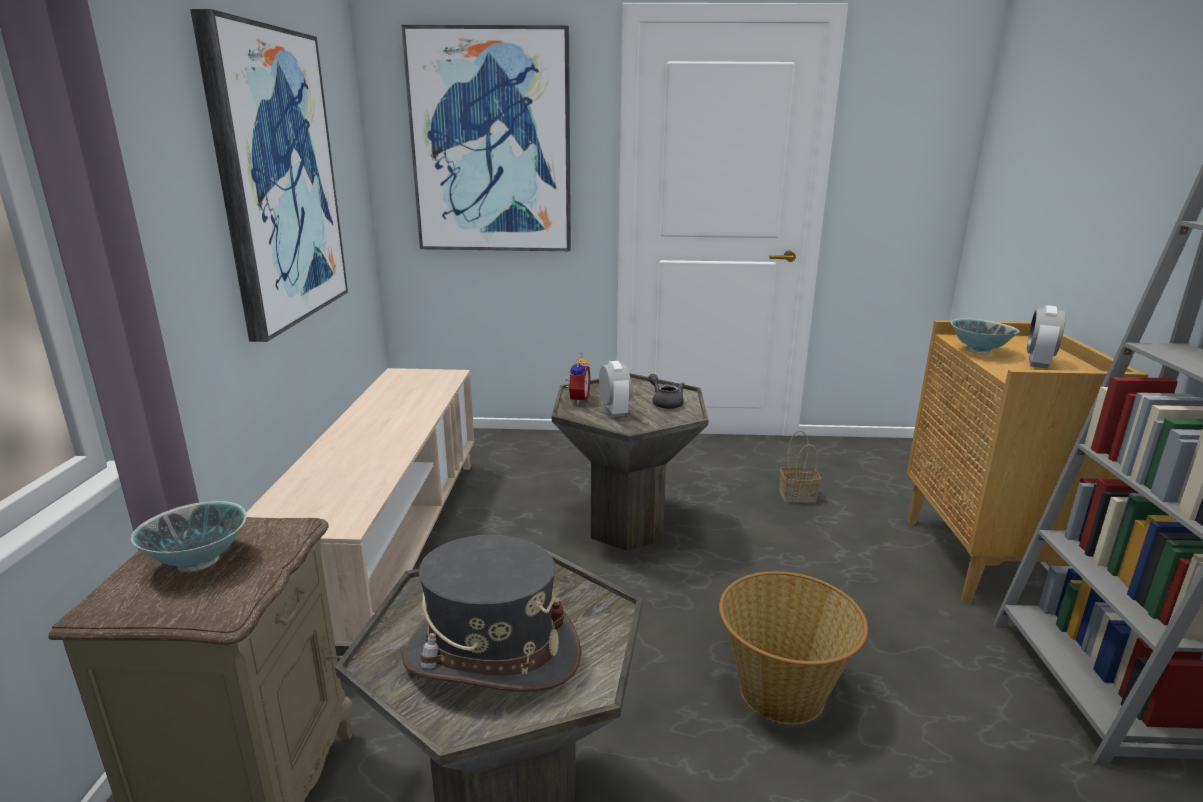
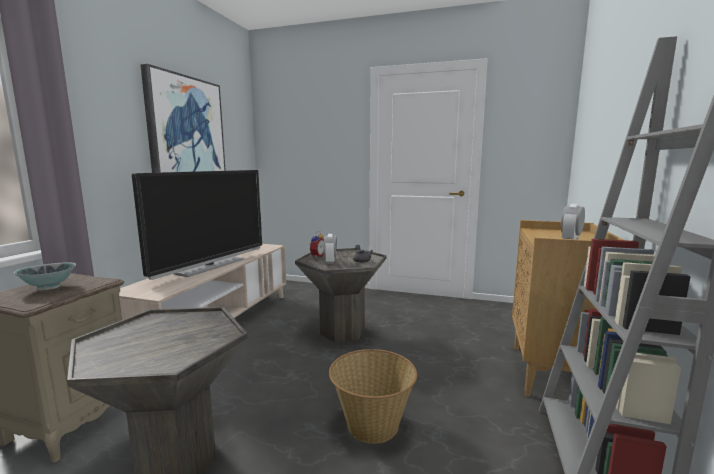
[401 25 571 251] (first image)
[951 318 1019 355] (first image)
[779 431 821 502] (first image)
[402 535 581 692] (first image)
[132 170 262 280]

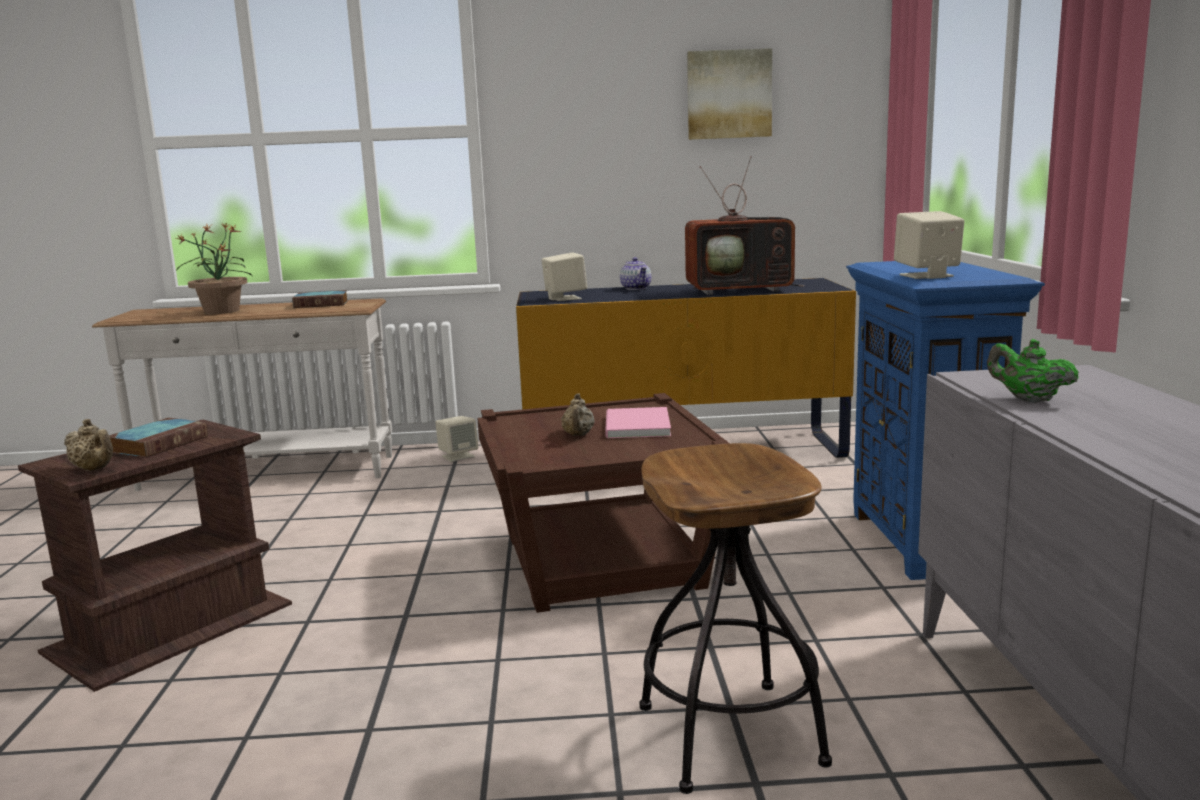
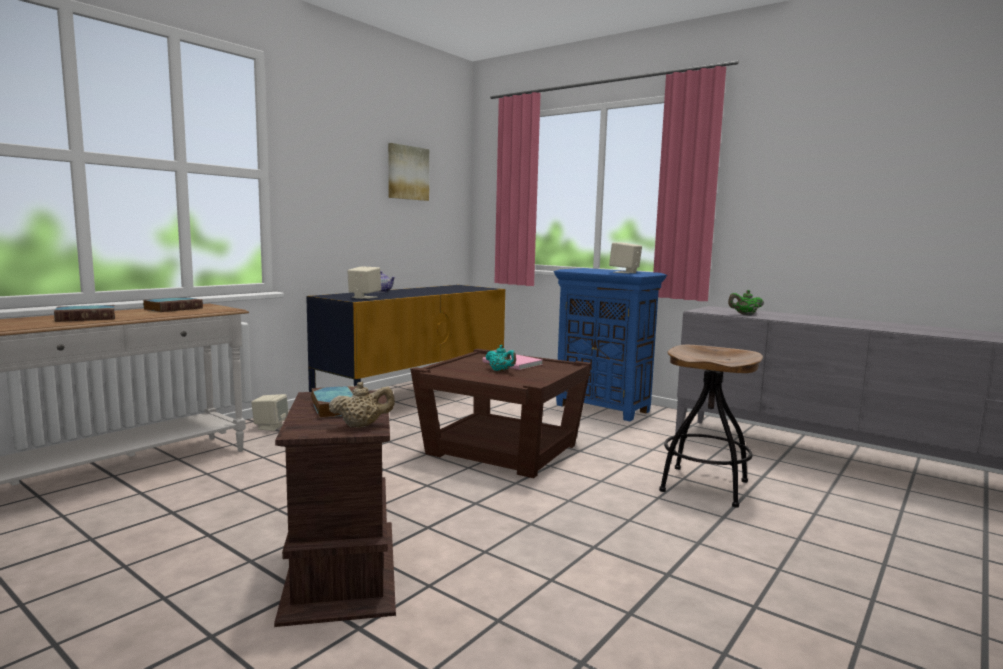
[685 156 804 295] (first image)
[54 305 115 322]
[486 345 516 371]

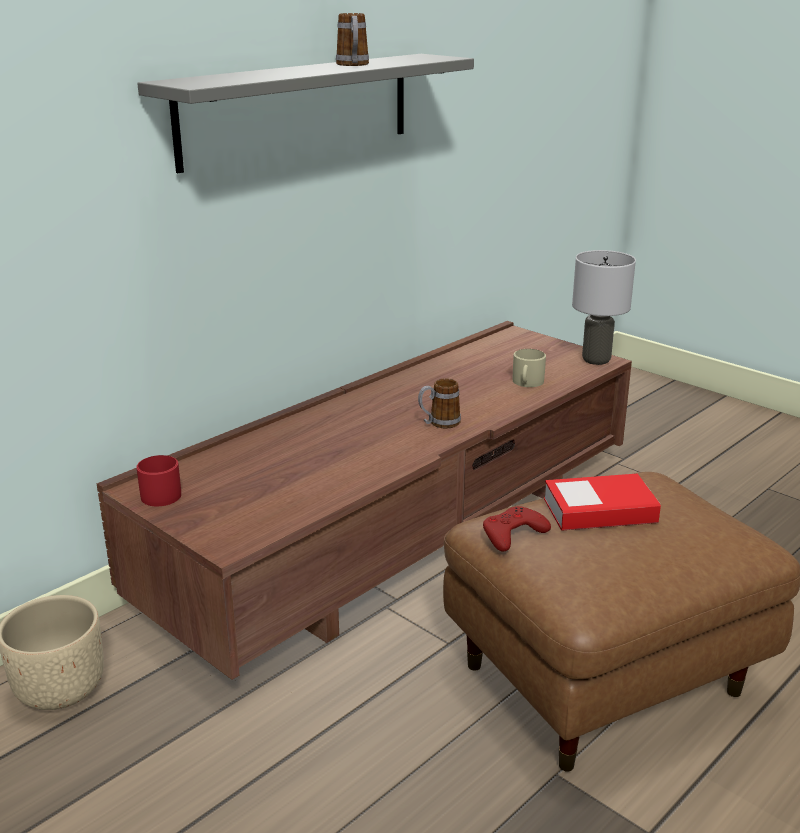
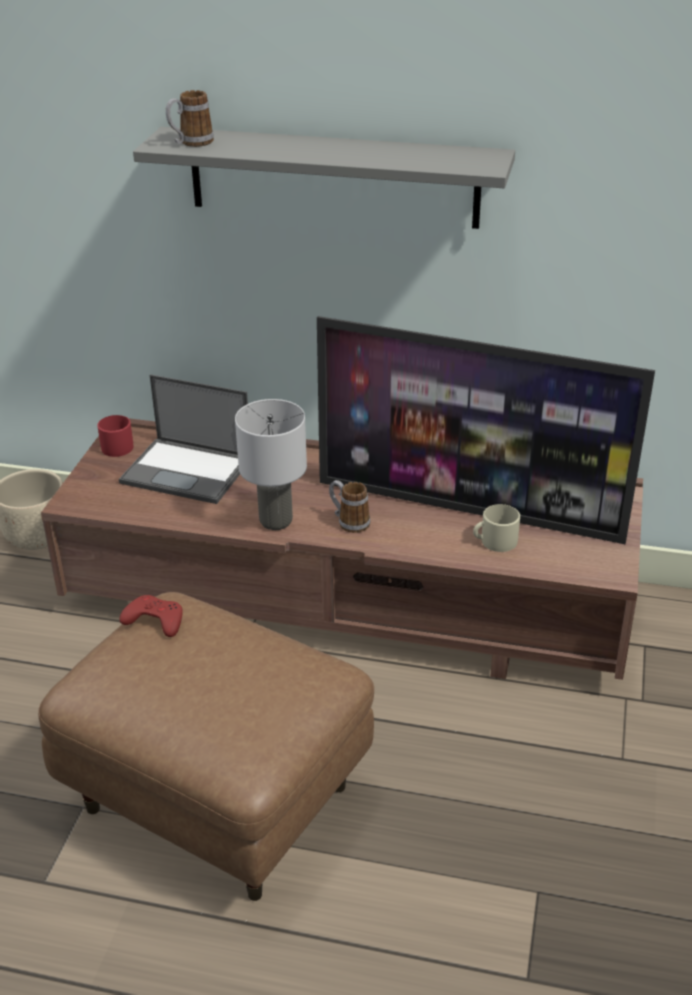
[166 90 214 147]
[235 399 307 530]
[544 474 661 531] (first image)
[317 316 655 544]
[119 374 248 504]

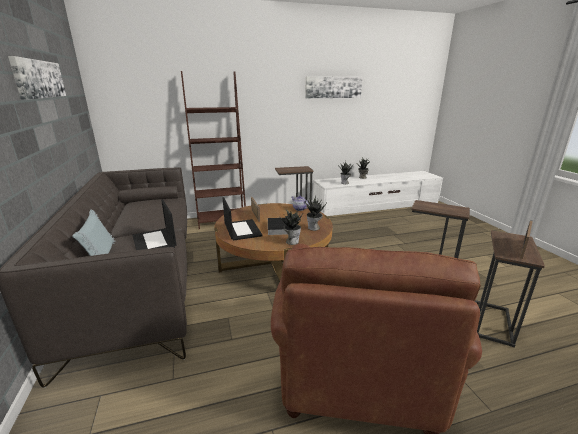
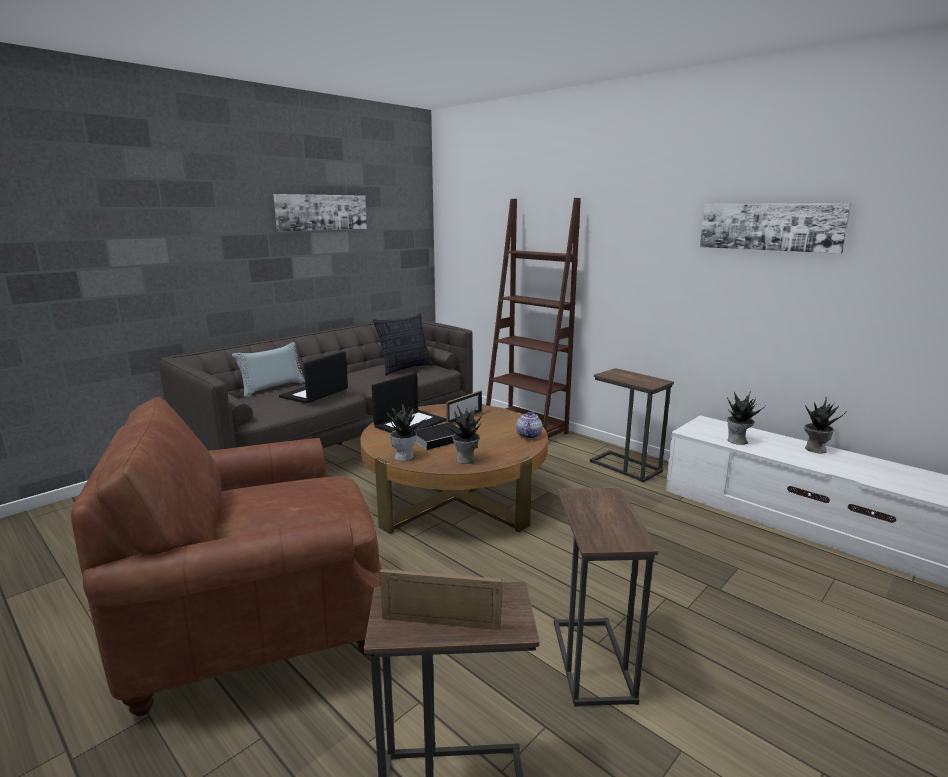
[373 313 433 376]

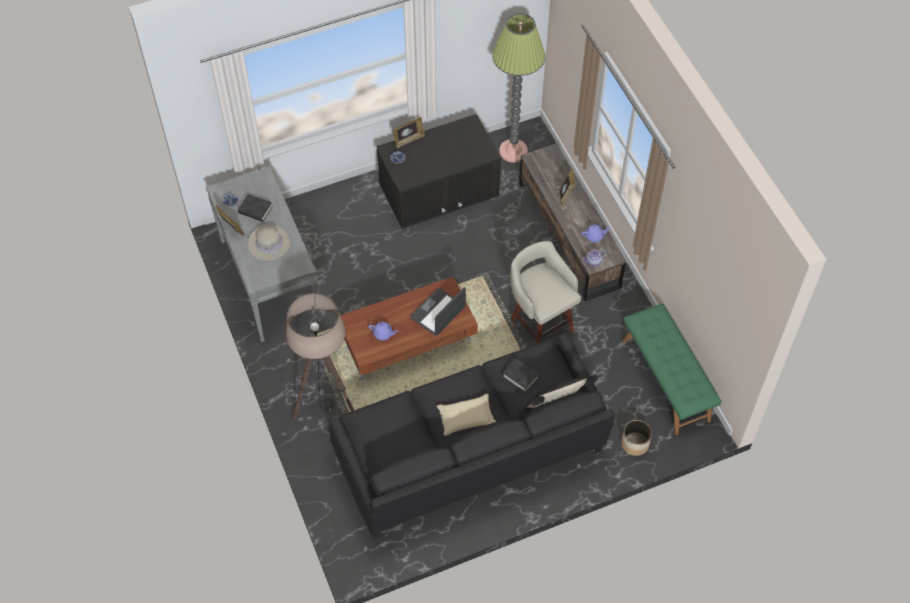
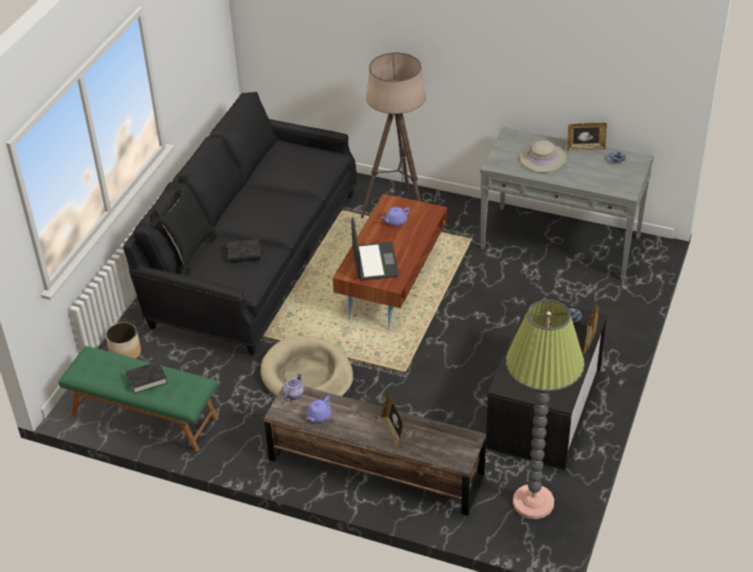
[126 361 167 394]
[260 336 354 397]
[437 393 496 436] (first image)

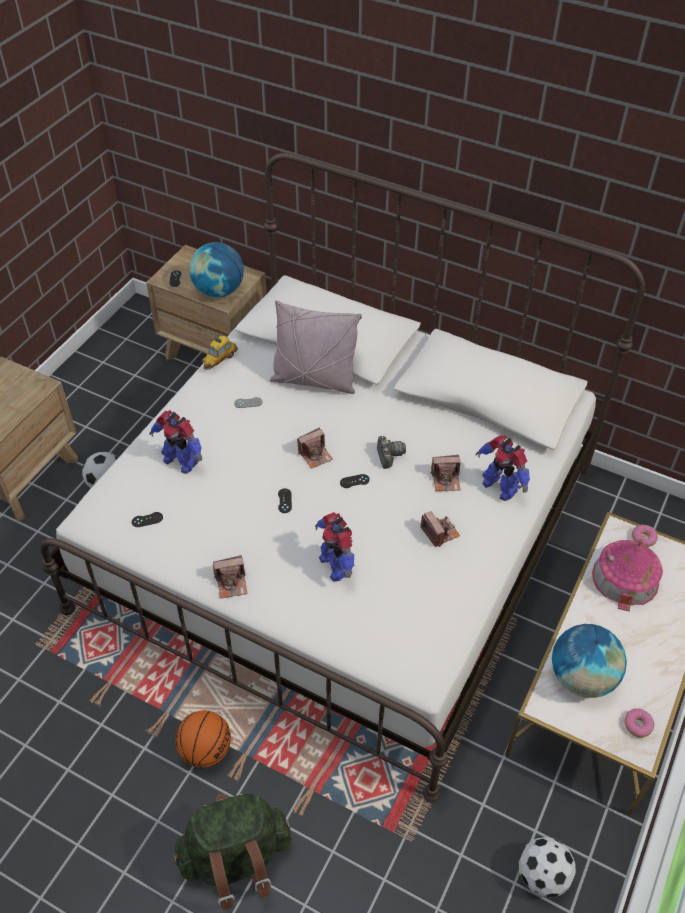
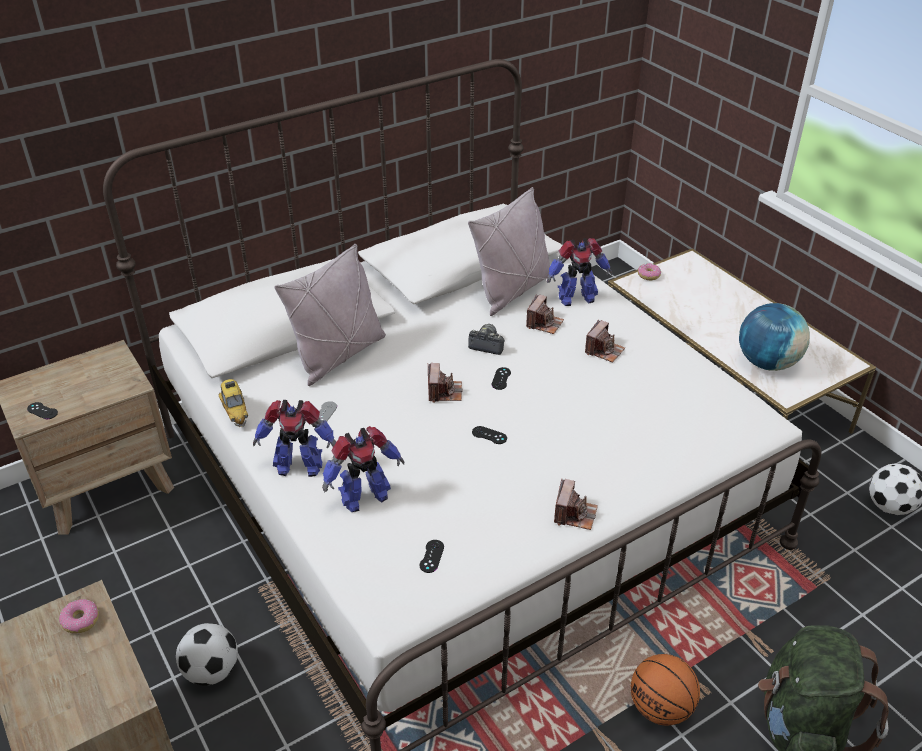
[189 242 244 298] (first image)
[585 320 625 363]
[253 400 336 477]
[592 539 663 611] (first image)
[59 599 99 633]
[468 187 550 316]

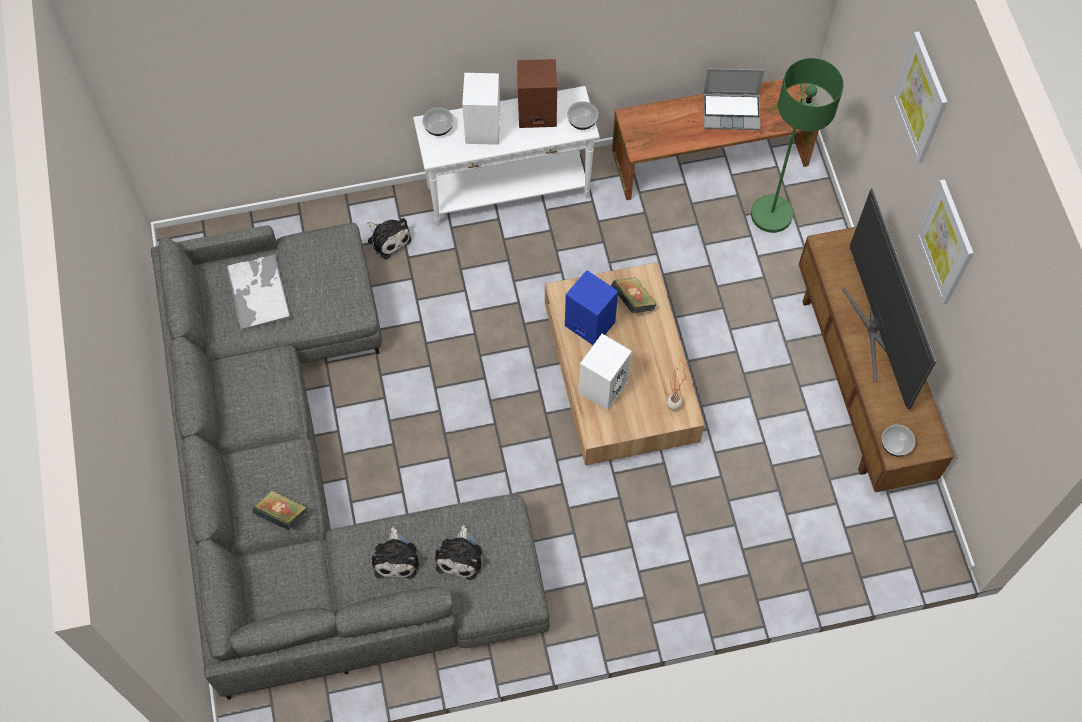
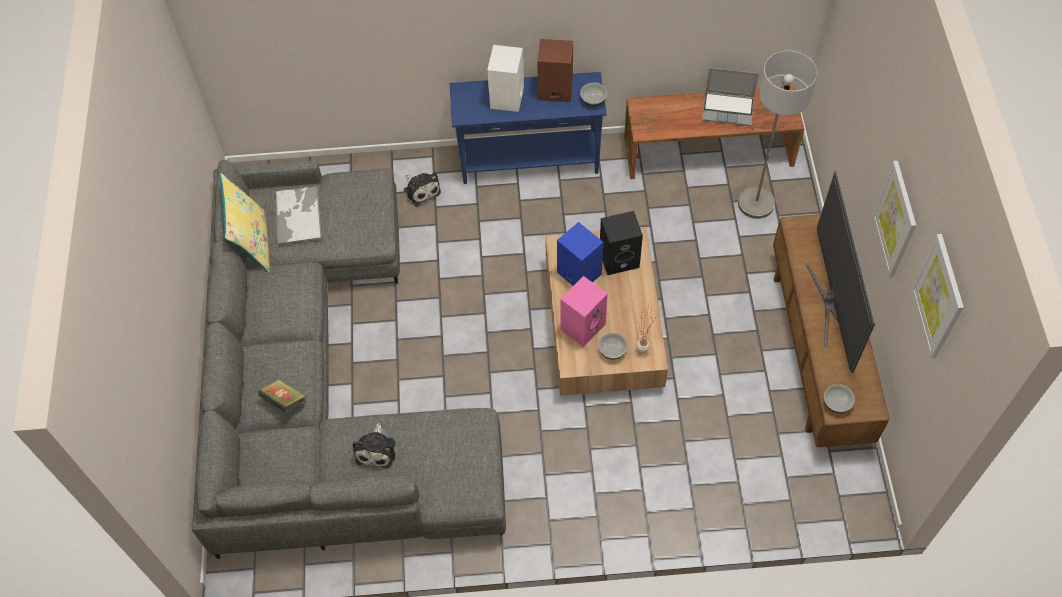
[911 234 964 359]
[738 51 817 219]
[450 72 607 184]
[599 333 628 360]
[600 211 643 275]
[560 276 608 347]
[435 525 482 580] (first image)
[220 173 270 272]

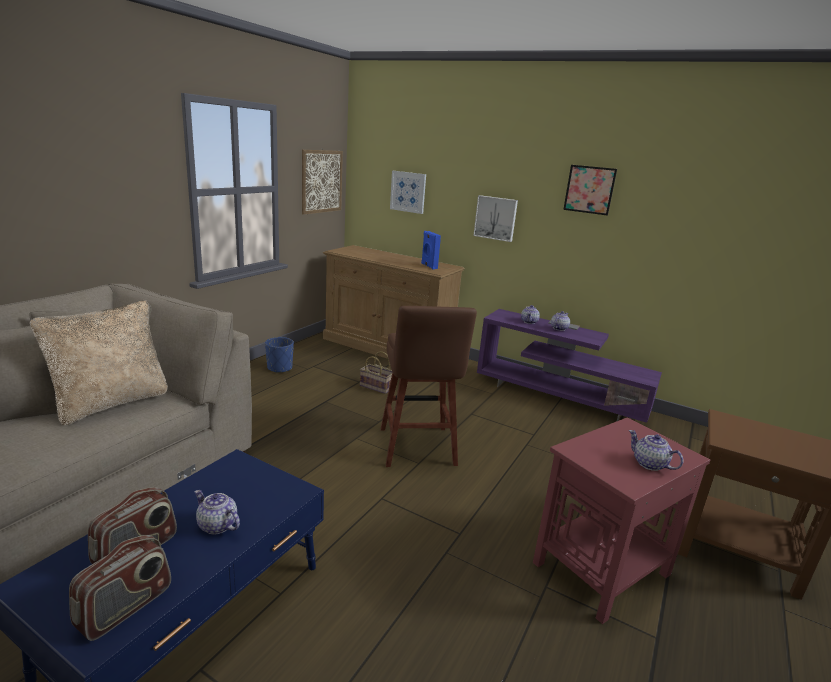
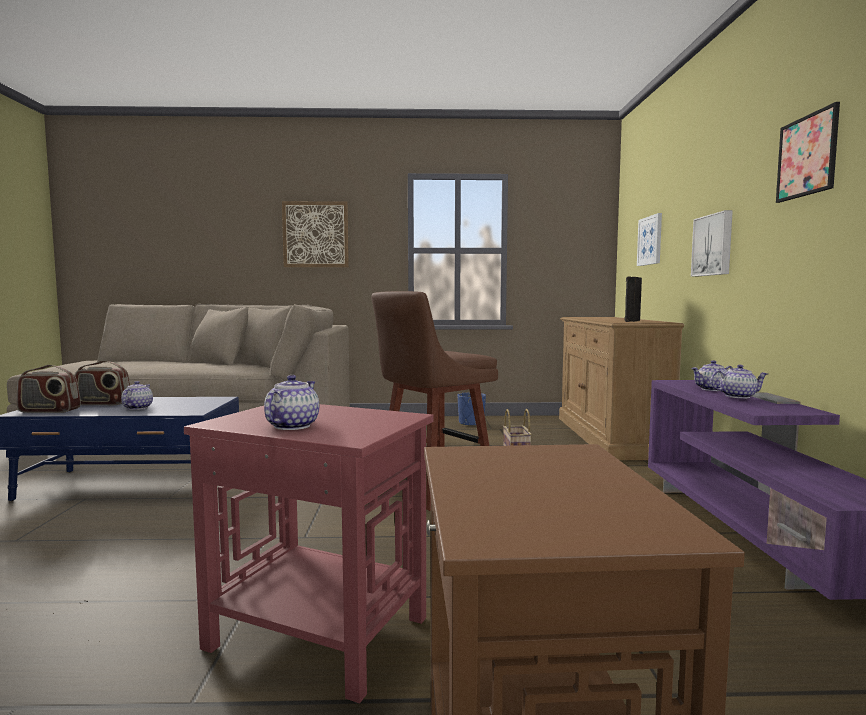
[282 201 349 267]
[624 276 642 322]
[30 300 168 425] (first image)

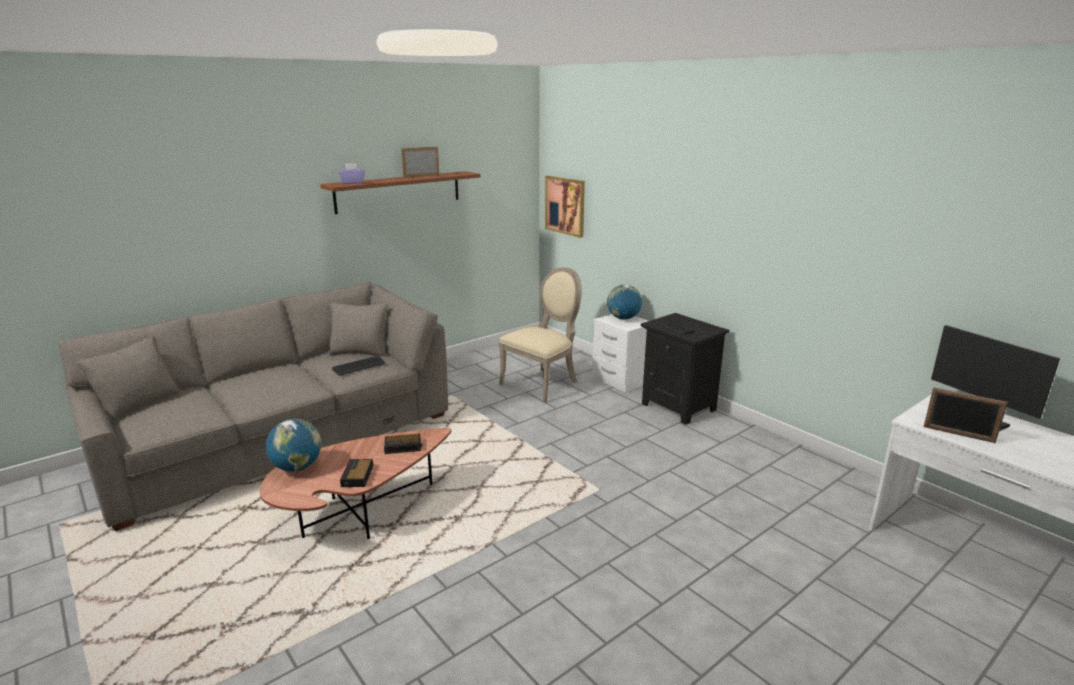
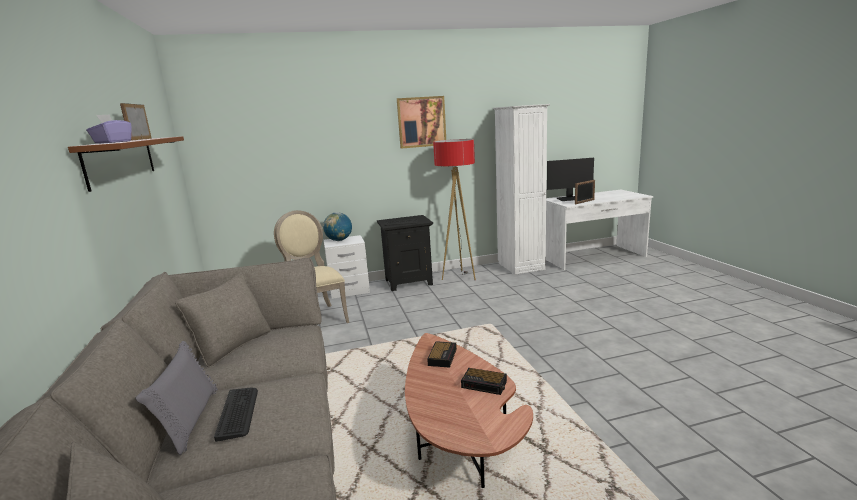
[397 96 446 149]
[214 388 258 442]
[266 419 321 472] (first image)
[493 104 550 275]
[433 139 476 280]
[135 341 218 455]

